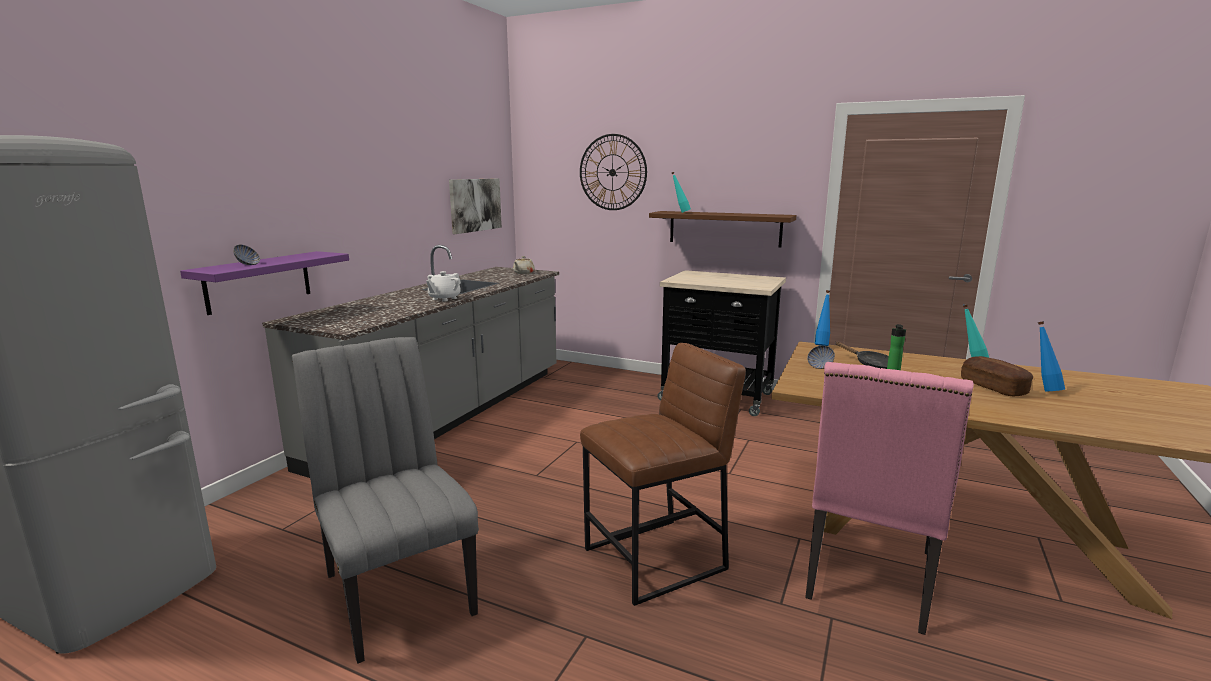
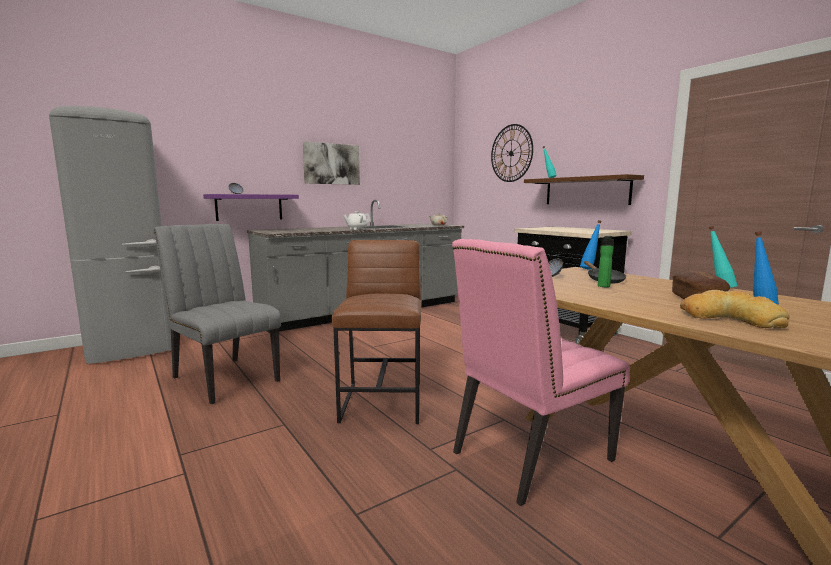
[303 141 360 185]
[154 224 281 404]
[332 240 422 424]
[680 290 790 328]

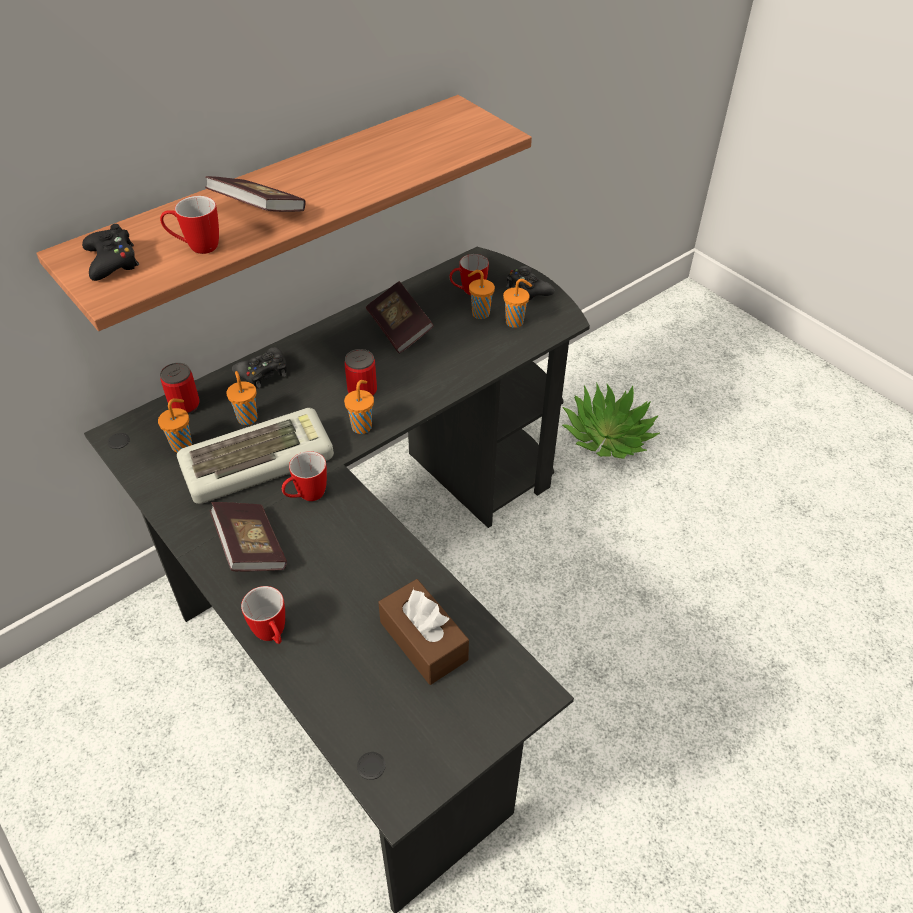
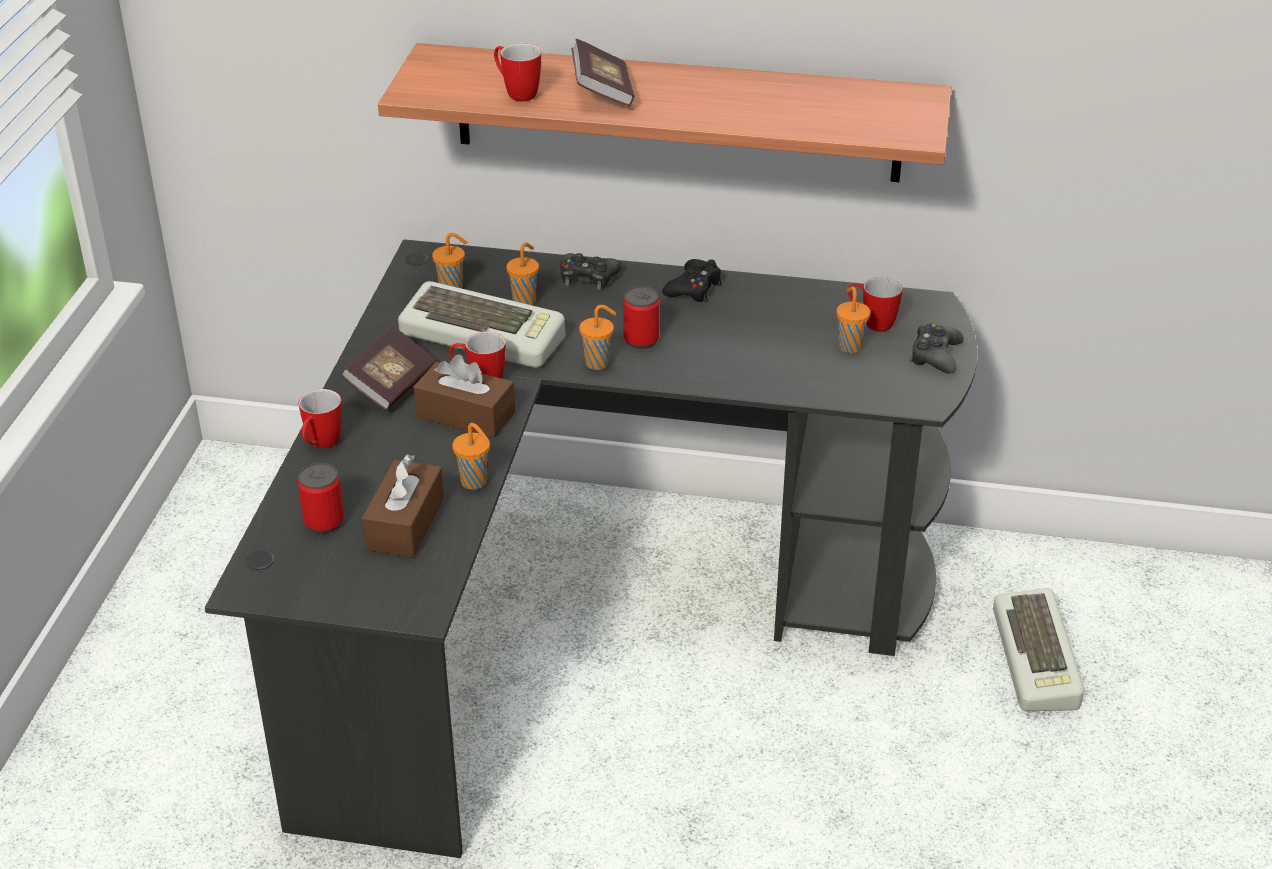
[662 259 722 302]
[452 423 490 490]
[366 281 434 353] (first image)
[298 463 344 533]
[993 588 1084 711]
[414 354 515 438]

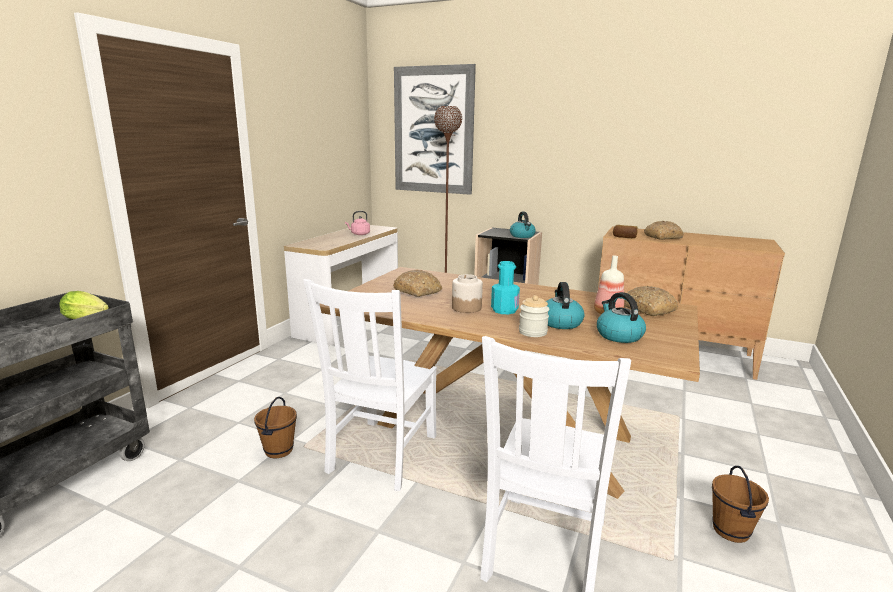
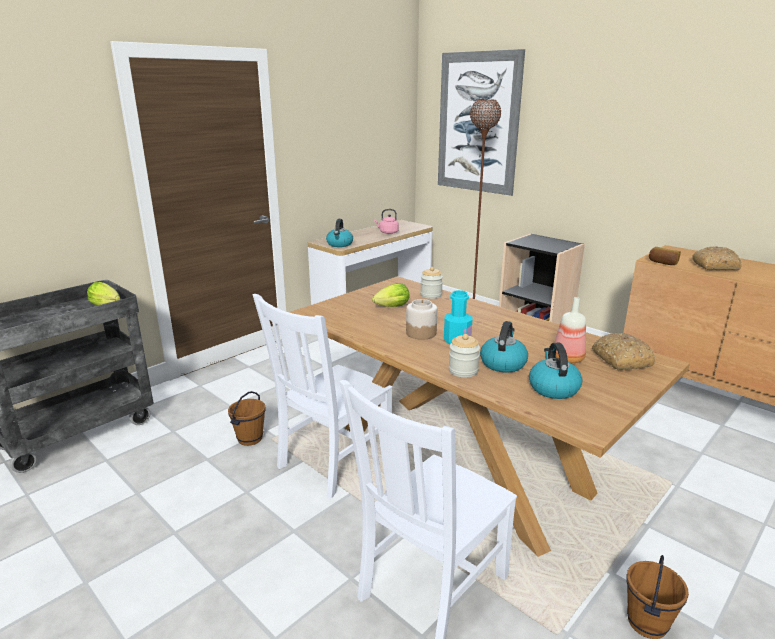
[326 219 353 247]
[372 283 410 307]
[420 267 443 299]

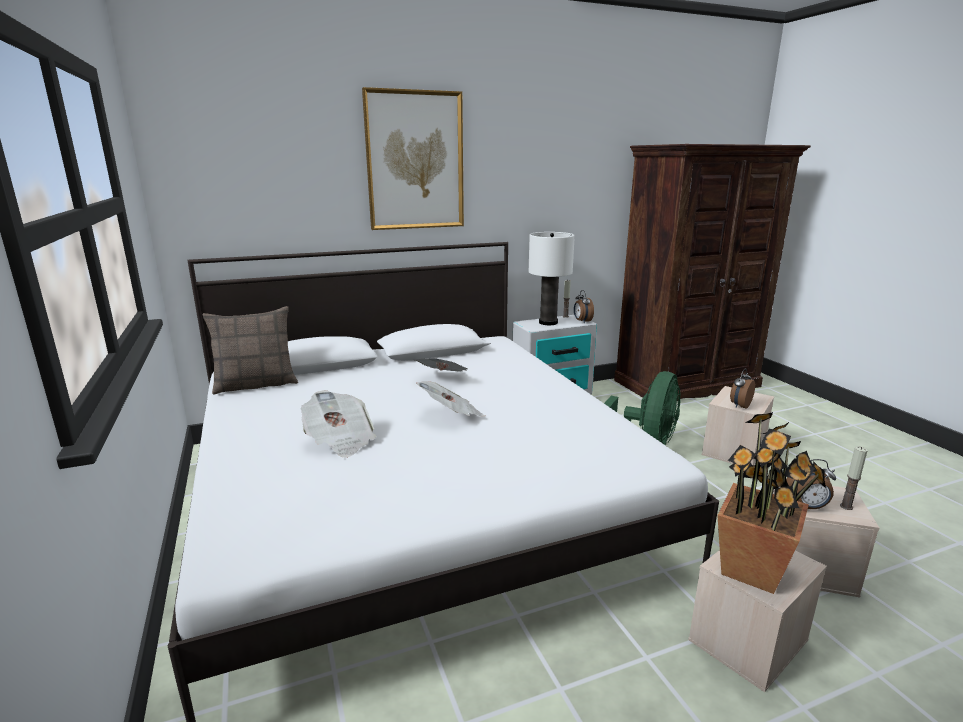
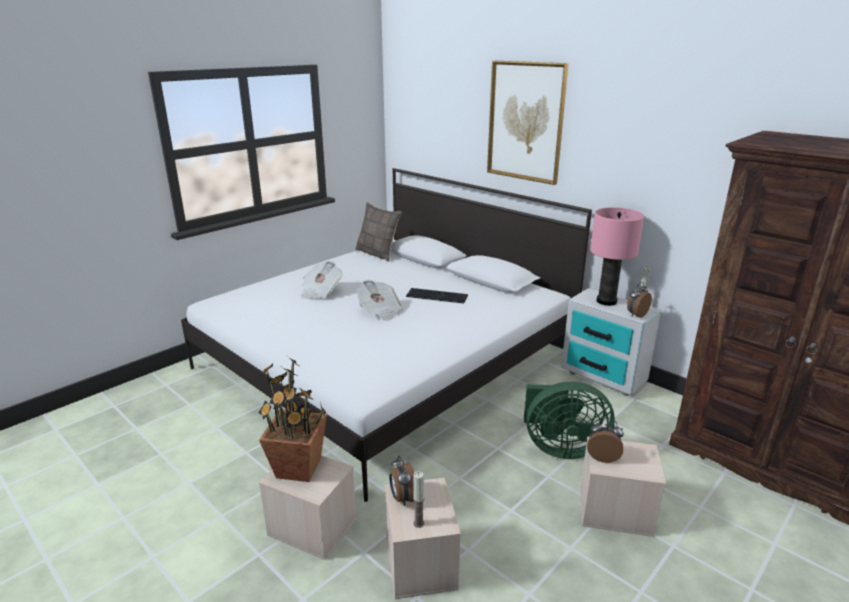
[590 207 644 306]
[406 288 468 304]

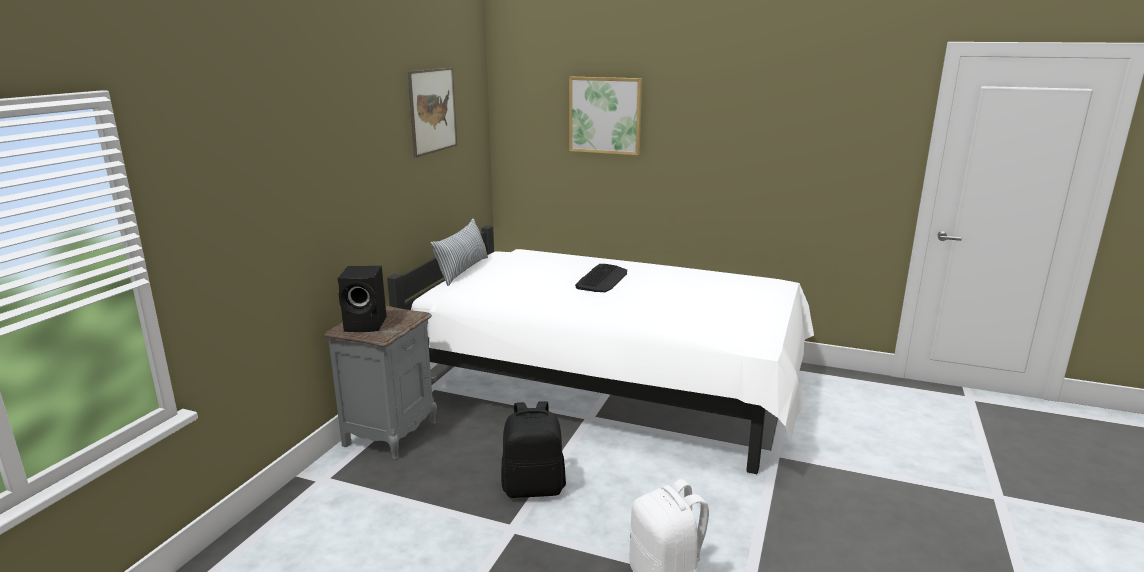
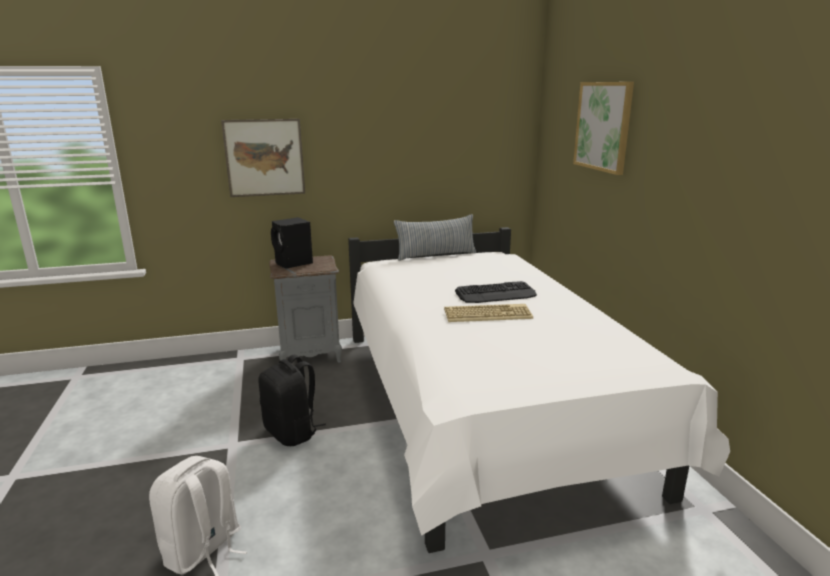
[221 119 305 197]
[444 304 533 322]

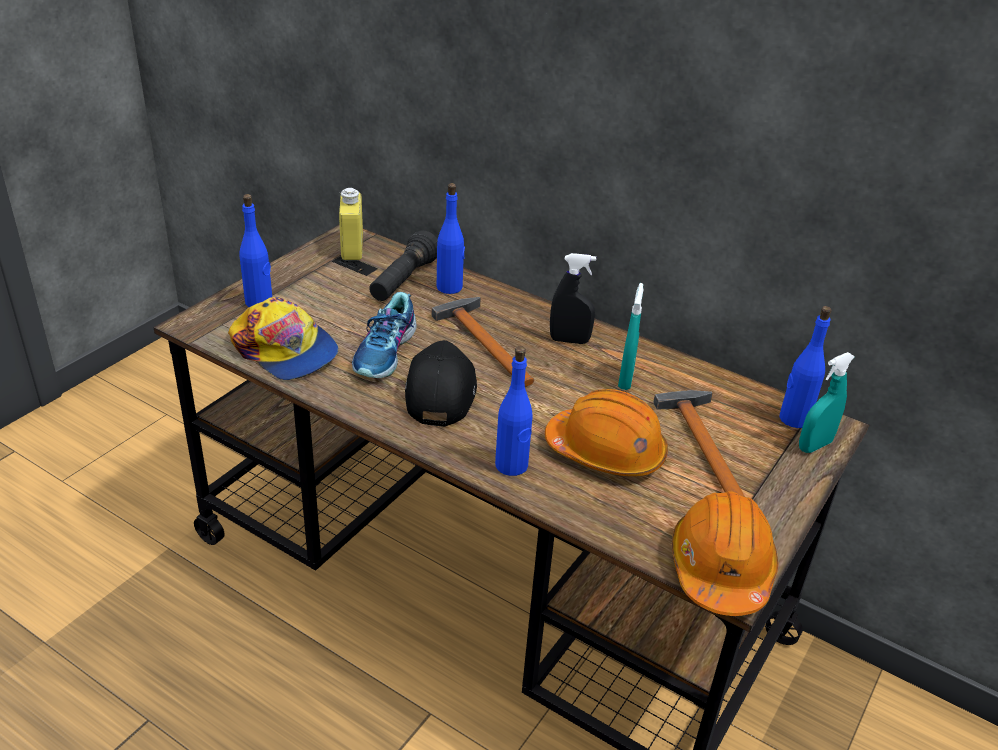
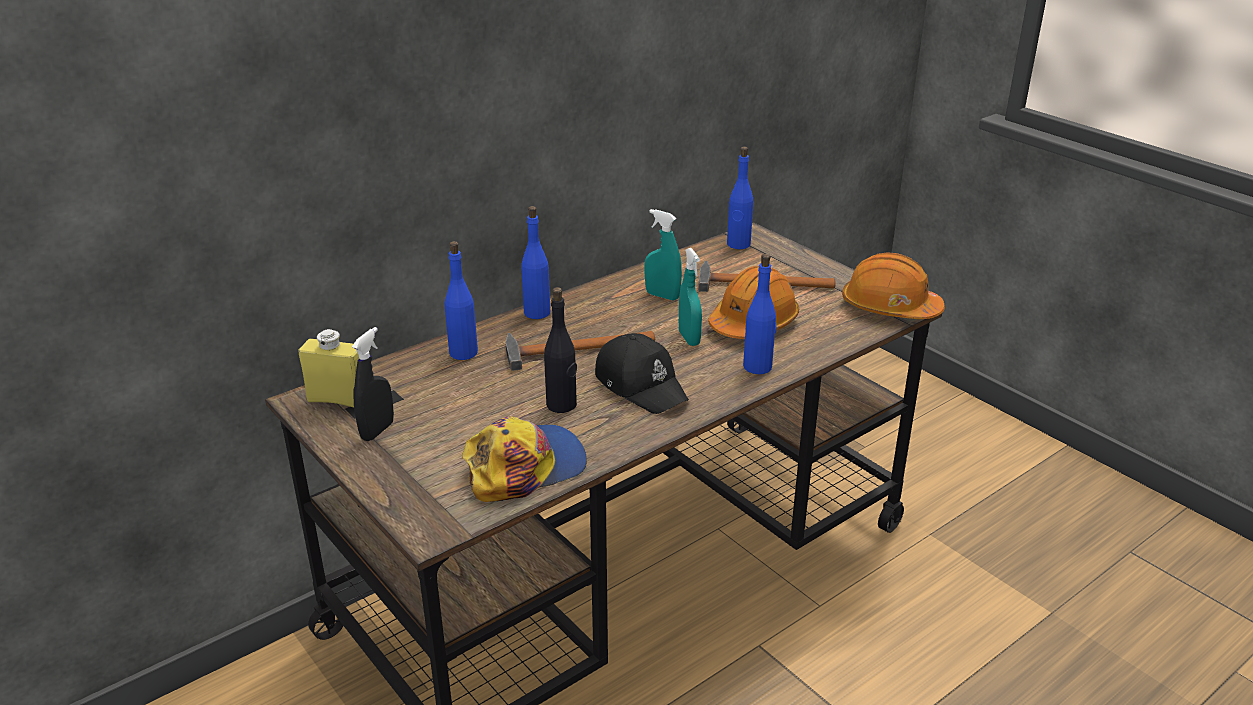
[521 206 550 319]
[369 231 438 301] (first image)
[352 327 394 441]
[544 287 577 413]
[595 333 689 414]
[679 248 702 346]

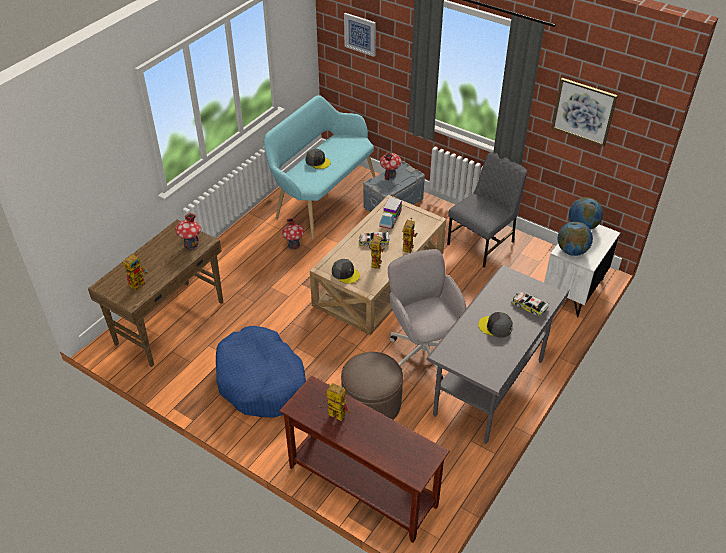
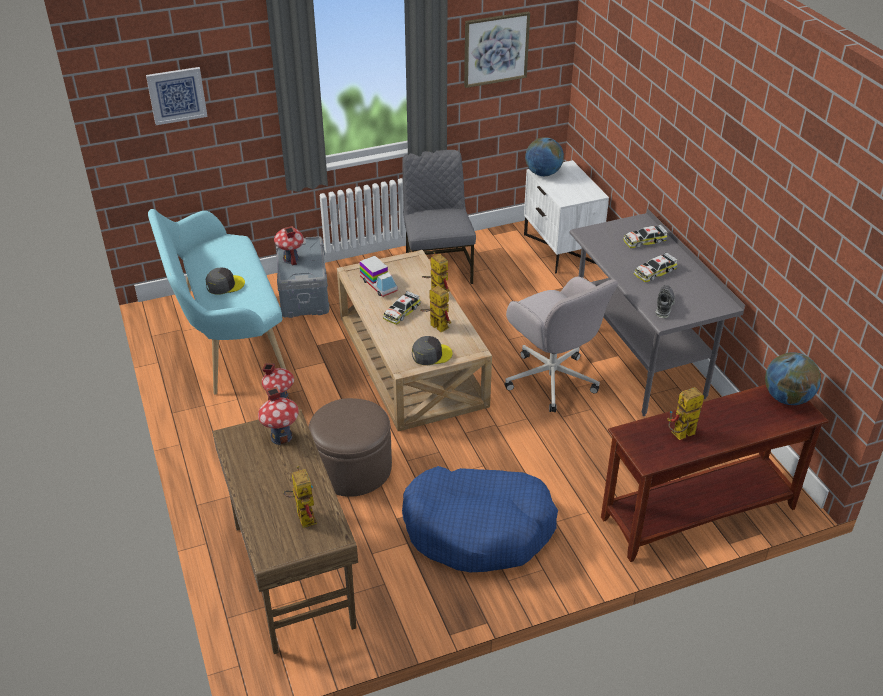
[765 352 821 405]
[505 277 618 412]
[634 252 678 282]
[309 398 392 497]
[656 285 675 318]

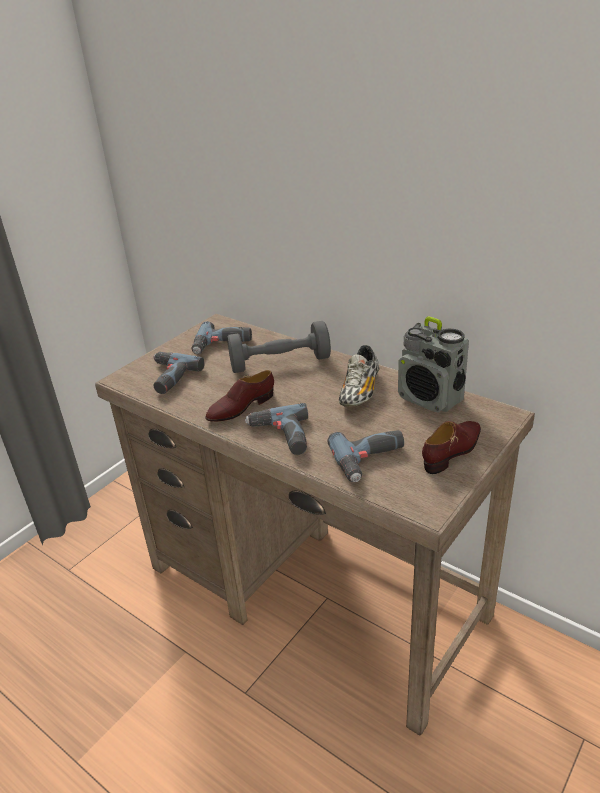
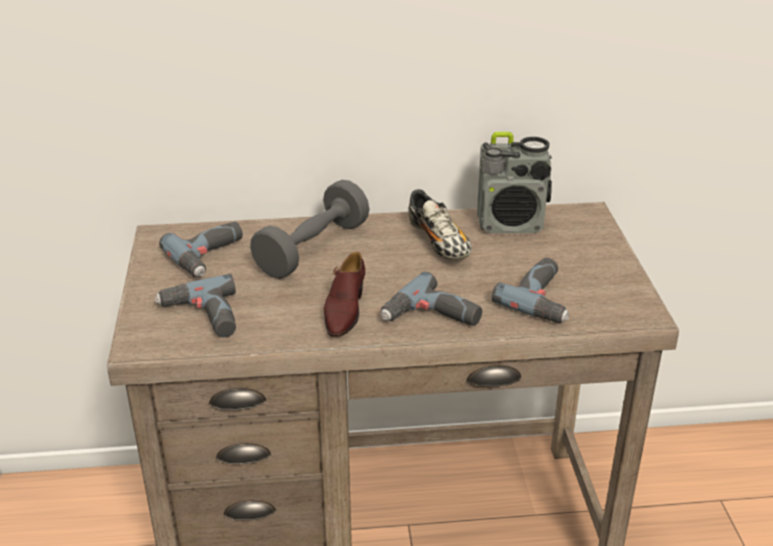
[422 421 481 474] (first image)

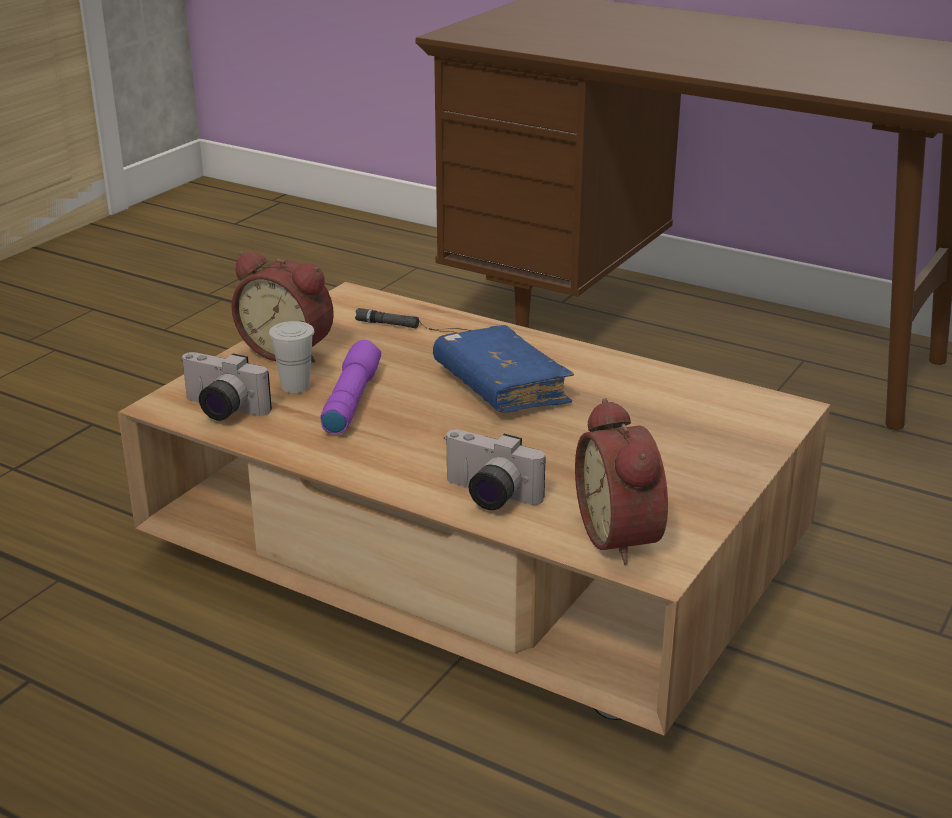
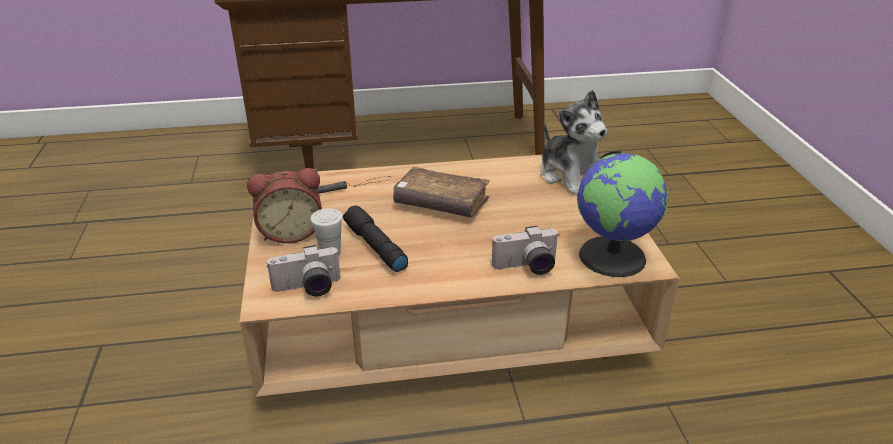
[393 167 490 218]
[343 205 408 272]
[577 151 669 277]
[541 90 608 195]

